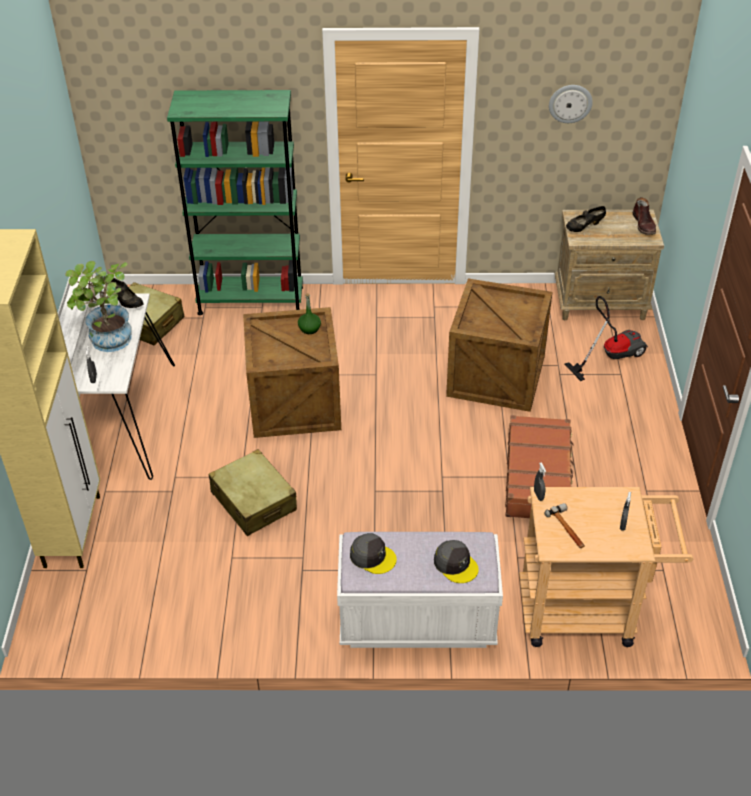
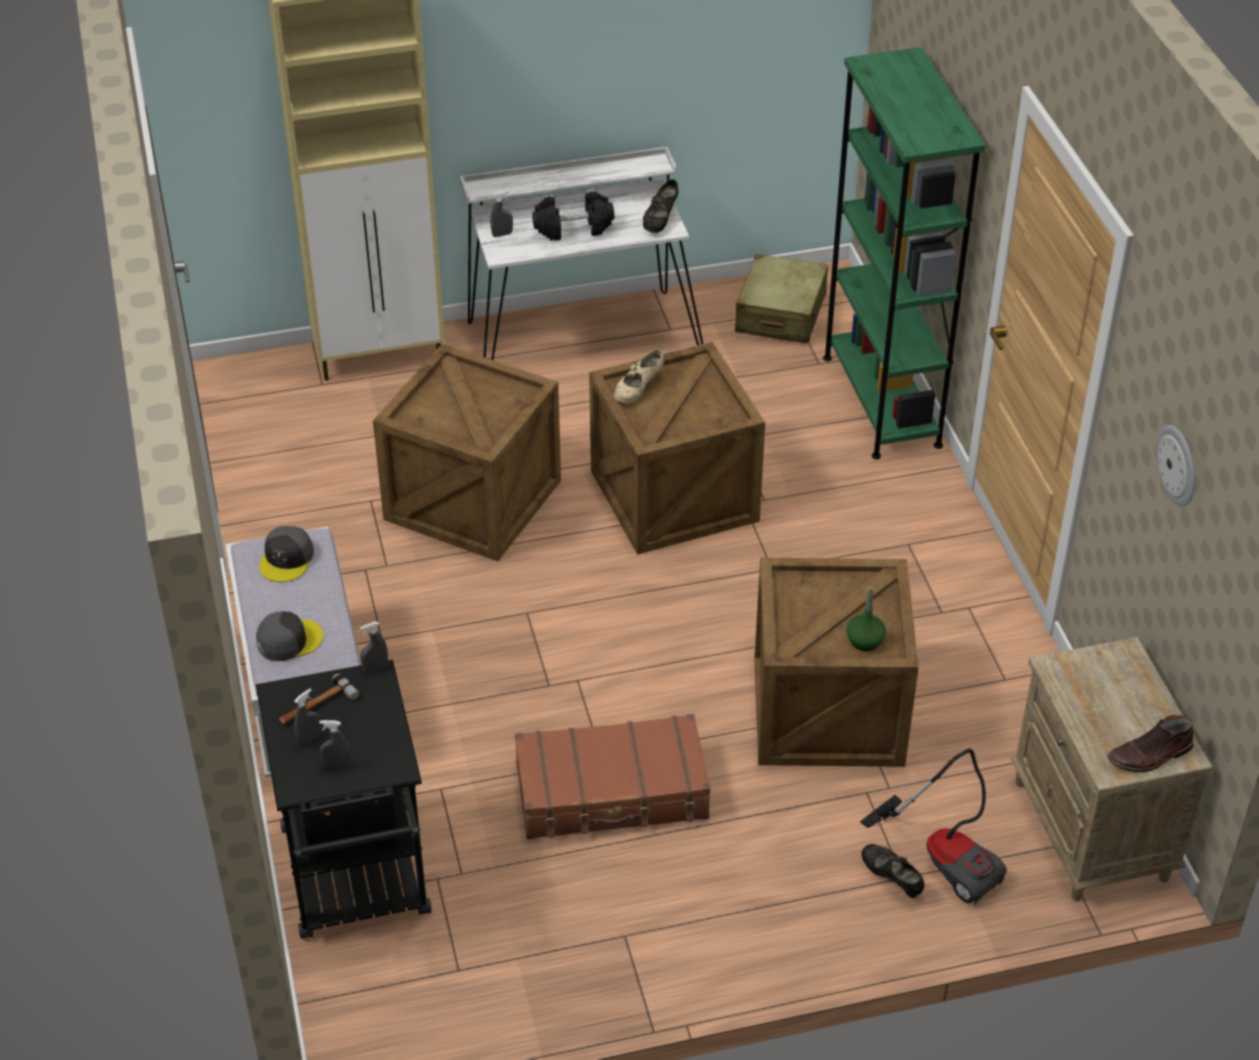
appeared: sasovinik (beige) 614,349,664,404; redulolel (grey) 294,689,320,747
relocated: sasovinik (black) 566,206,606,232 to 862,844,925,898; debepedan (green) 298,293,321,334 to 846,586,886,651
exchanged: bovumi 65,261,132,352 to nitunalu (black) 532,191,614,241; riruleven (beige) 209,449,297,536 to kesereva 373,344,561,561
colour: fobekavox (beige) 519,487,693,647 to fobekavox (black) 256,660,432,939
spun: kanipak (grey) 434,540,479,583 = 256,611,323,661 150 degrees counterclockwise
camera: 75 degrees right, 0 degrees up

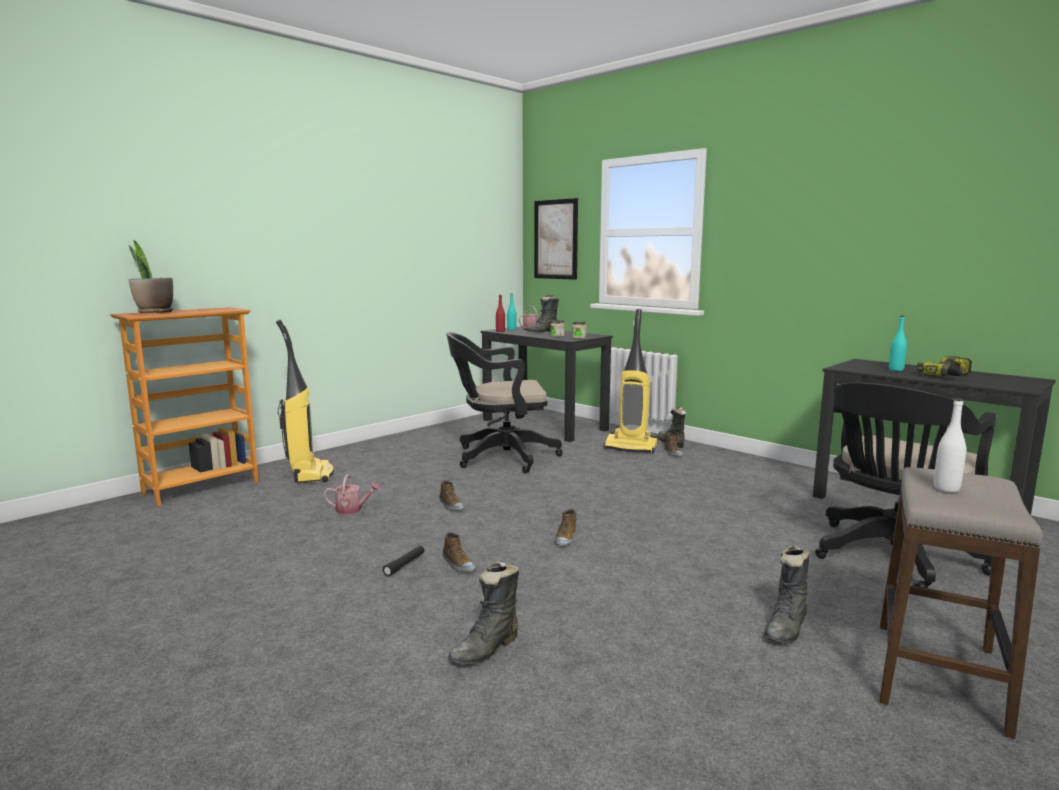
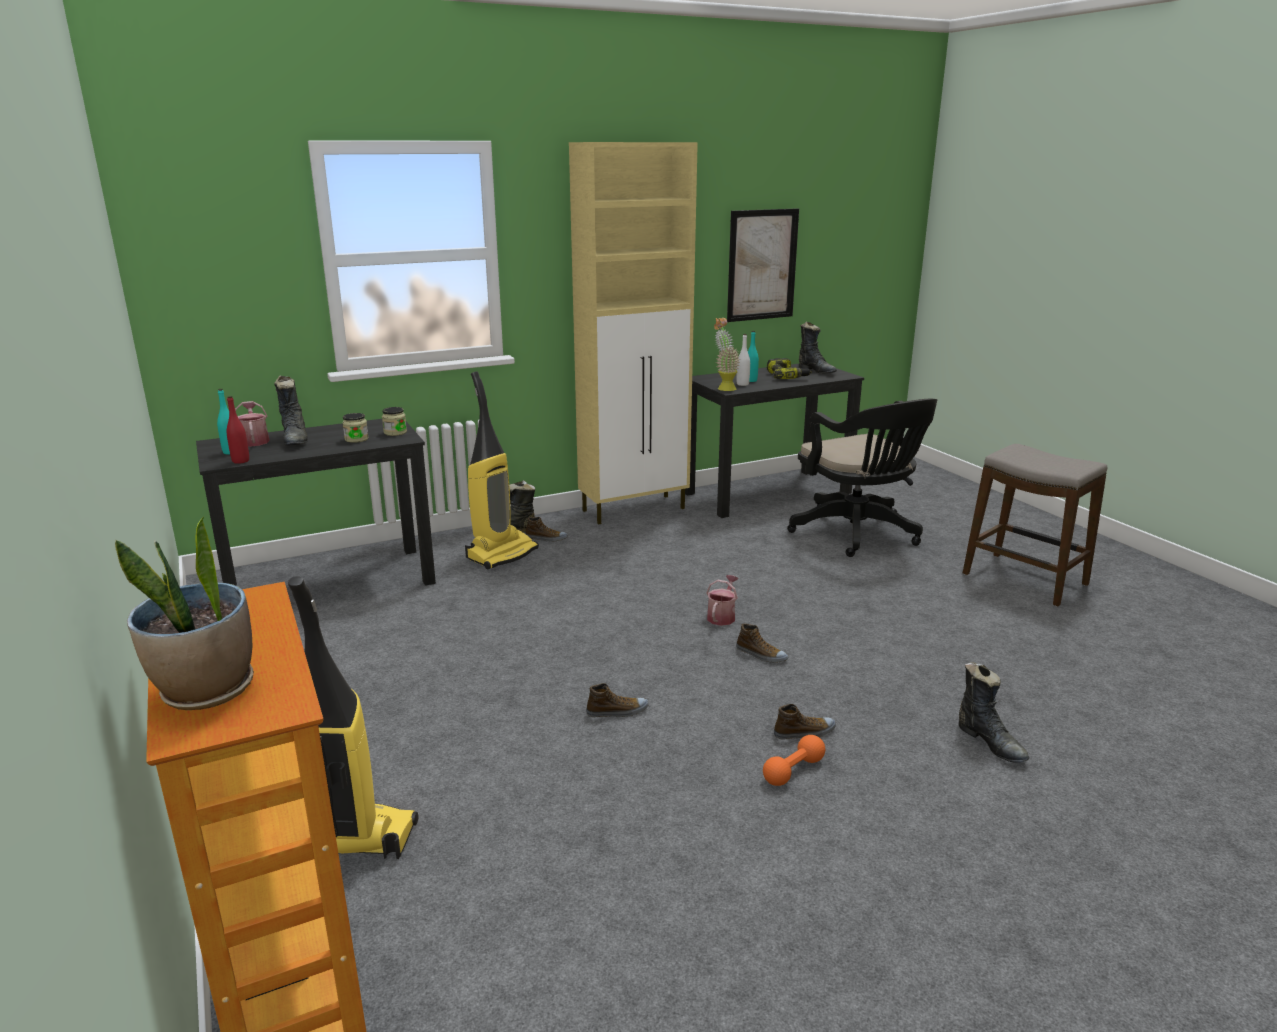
missing: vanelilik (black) 446,332,563,473
appeared: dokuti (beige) 569,142,698,525; bovumi 714,318,740,391
relocated: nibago 534,198,578,280 to 727,208,799,322; debepedan (white) 934,398,966,492 to 736,334,750,386; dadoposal 324,474,381,515 to 706,575,738,626; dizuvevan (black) 764,545,810,643 to 799,322,837,373
exchanged: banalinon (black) 383,546,424,576 to nitunalu (orange) 763,735,825,786
camera: 70 degrees left, 10 degrees up

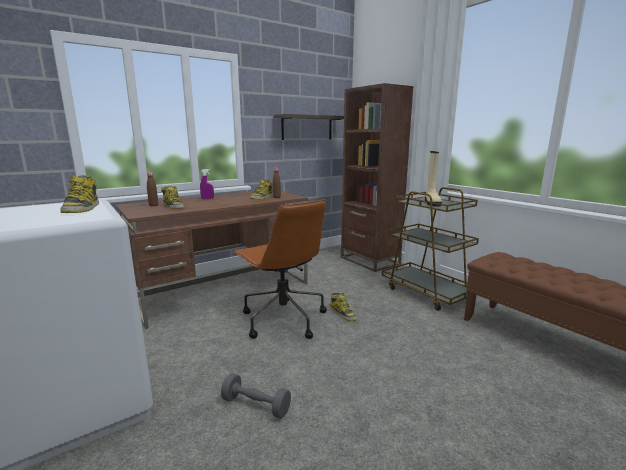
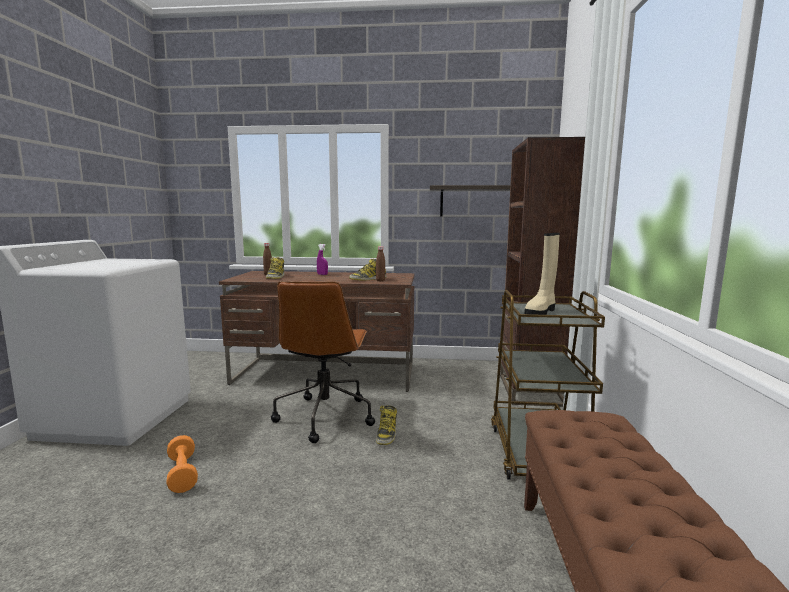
missing: dizuvevan 60,175,99,213
colour: nitunalu (grey) 221,373,291,419 to nitunalu (orange) 167,435,198,493
camera: 40 degrees right, 5 degrees down

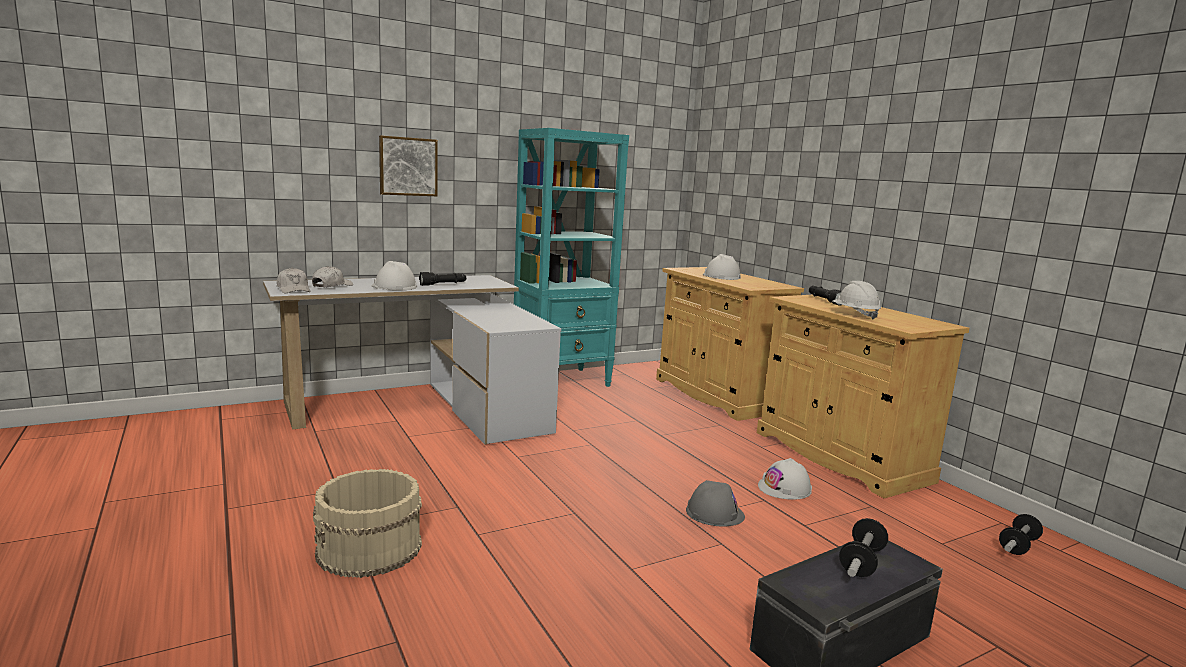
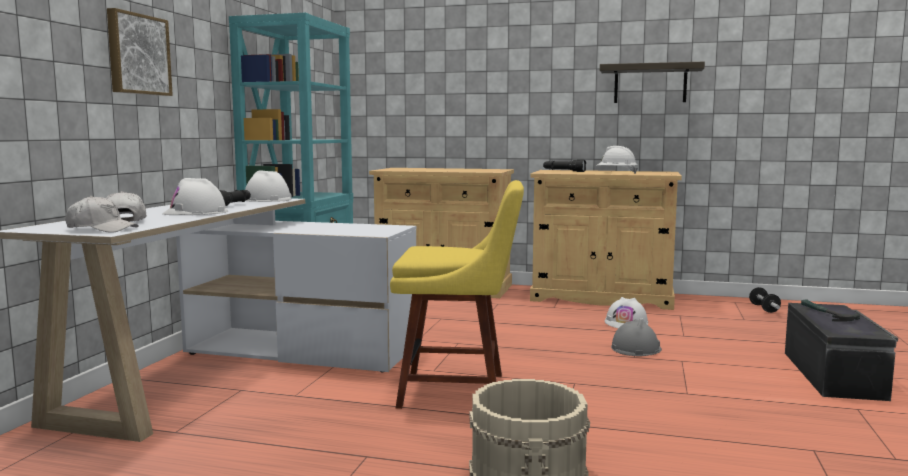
appeared: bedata 600,62,705,103; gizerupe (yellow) 390,180,524,409
relocated: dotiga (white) 703,254,741,280 to 245,170,292,202
exchanged: nitunalu 839,518,888,577 to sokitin 801,299,860,322
camera: 45 degrees left, 5 degrees down

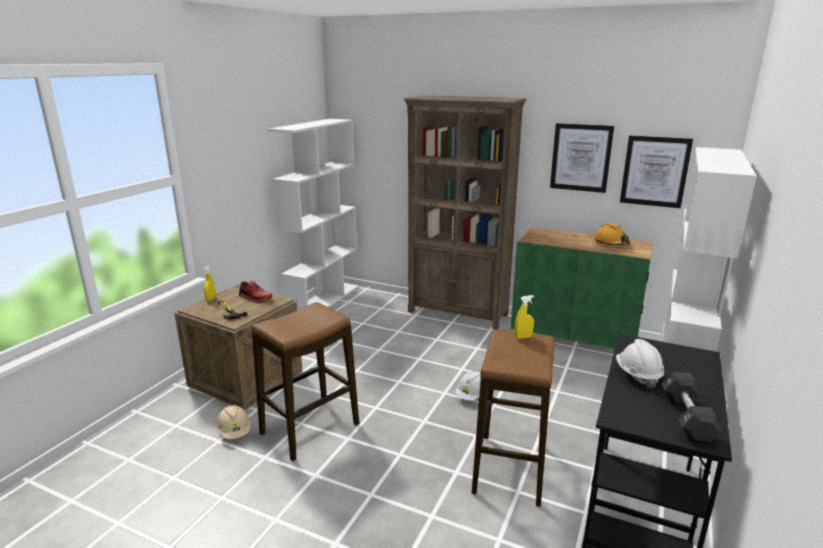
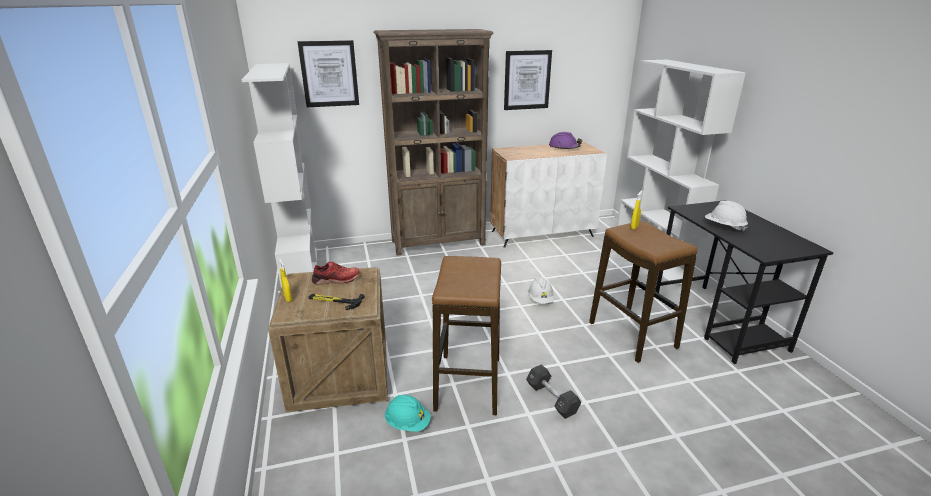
relocated: nibago 620,135,693,208 to 298,40,359,107; nitunalu (black) 661,372,723,443 to 526,364,581,419
colour: dotiga (orange) 594,223,630,245 to dotiga (purple) 549,132,582,150; dokuti (green) 511,228,653,349 to dokuti (white) 490,142,607,248; dotiga (beige) 217,405,250,439 to dotiga (turquoise) 385,395,431,432
camera: 40 degrees left, 5 degrees up

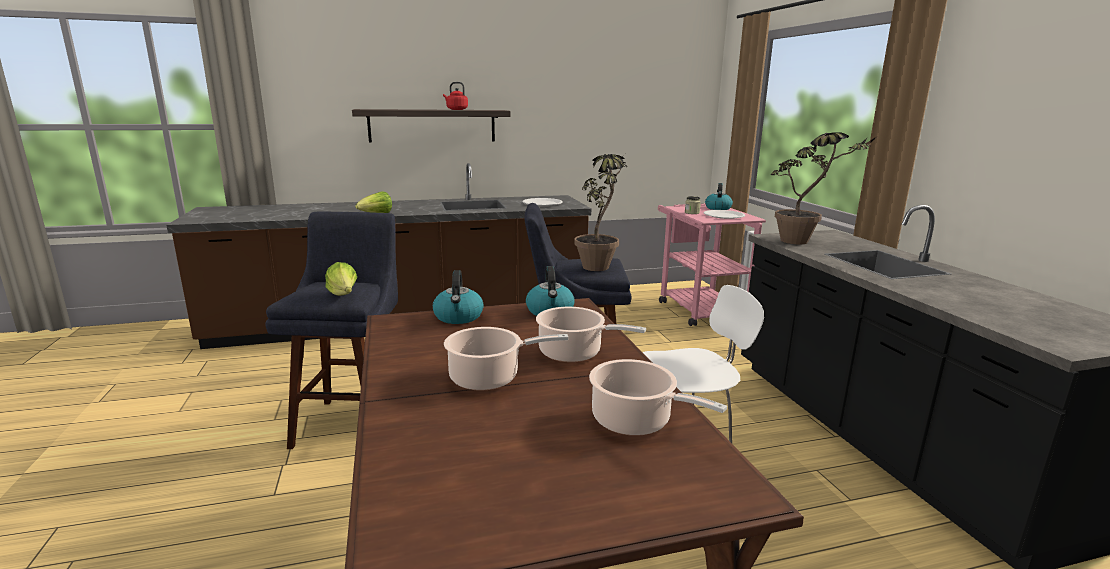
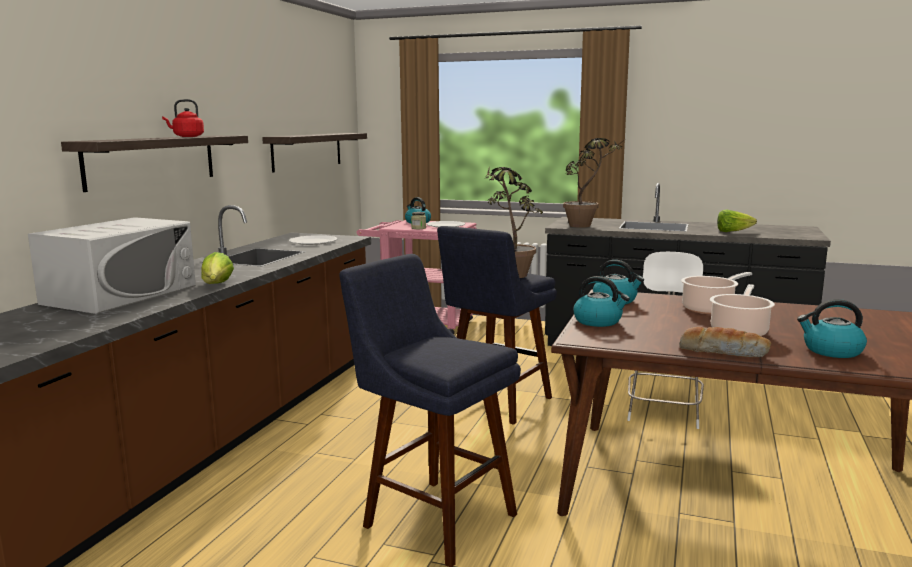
missing: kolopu 589,359,727,436
appeared: bedata 262,133,367,172; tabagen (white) 28,217,196,314; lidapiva 797,299,867,358; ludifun 679,327,771,357
relocated: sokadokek 325,262,357,296 to 717,209,757,232
camera: 55 degrees left, 5 degrees down

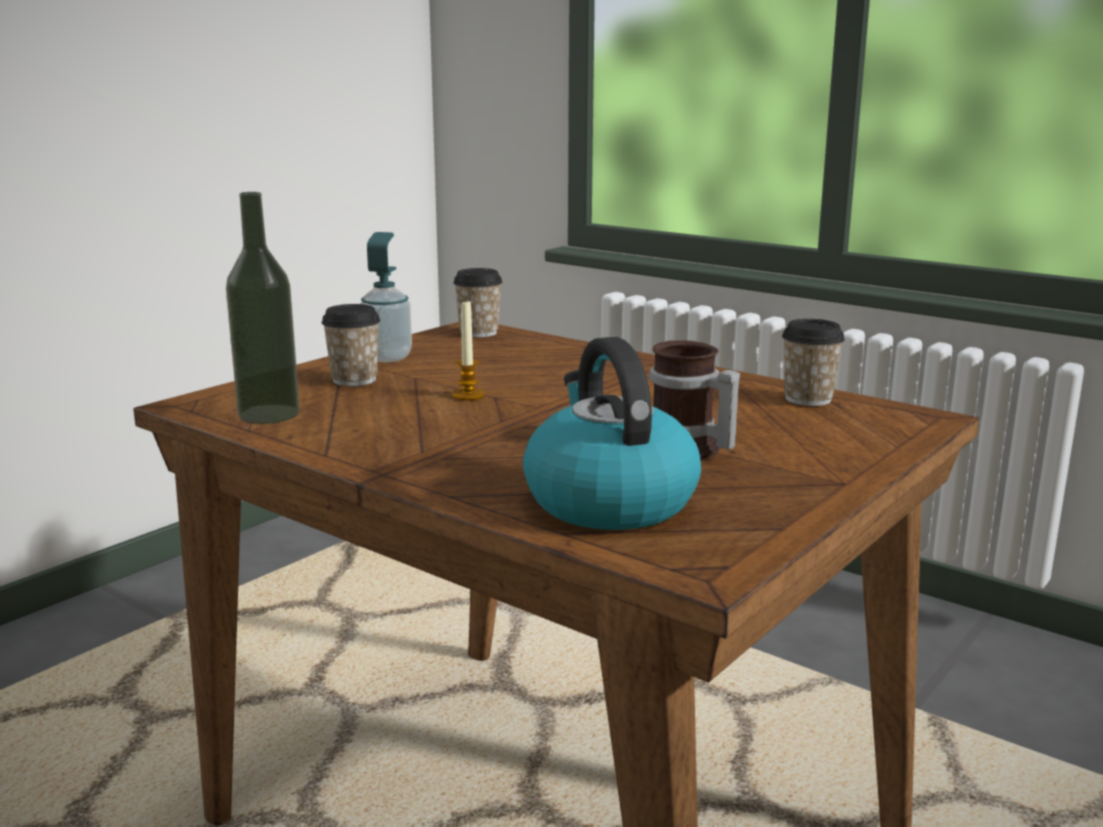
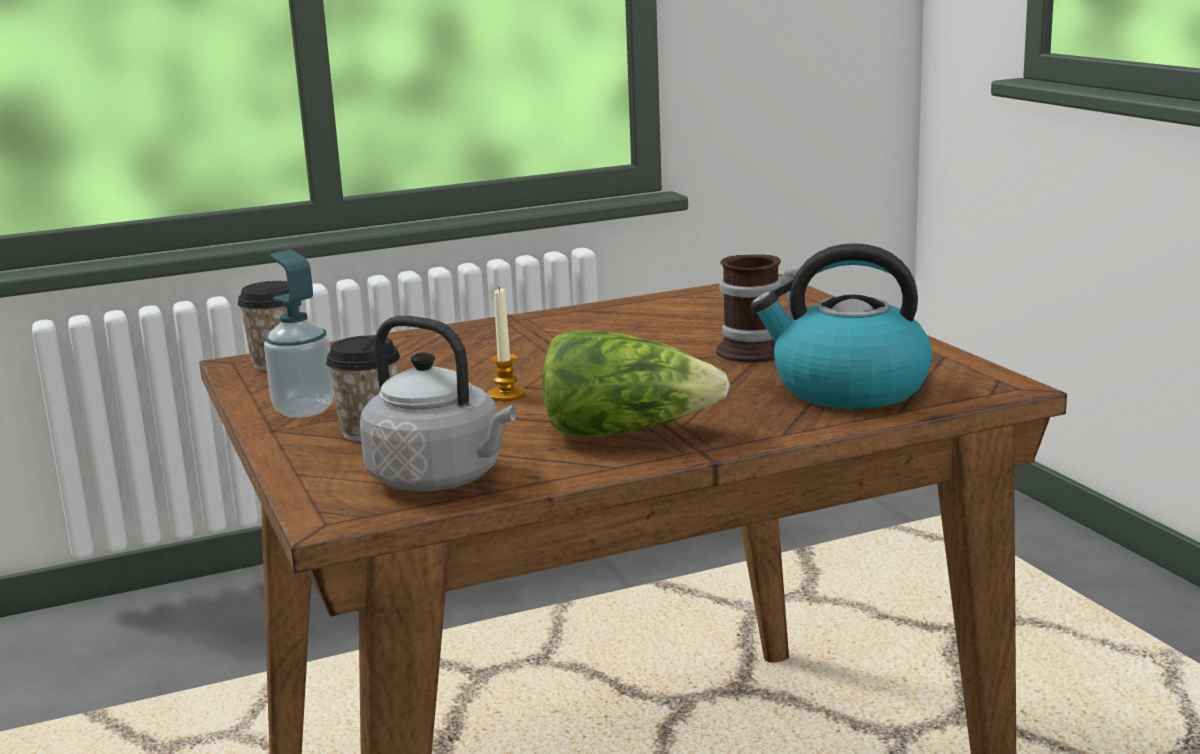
missing: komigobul 782,319,845,406
appeared: sokadokek 543,330,730,438
exchanged: debepedan 226,192,300,424 to lidapiva (grey) 360,316,517,491
camera: 60 degrees left, 0 degrees up

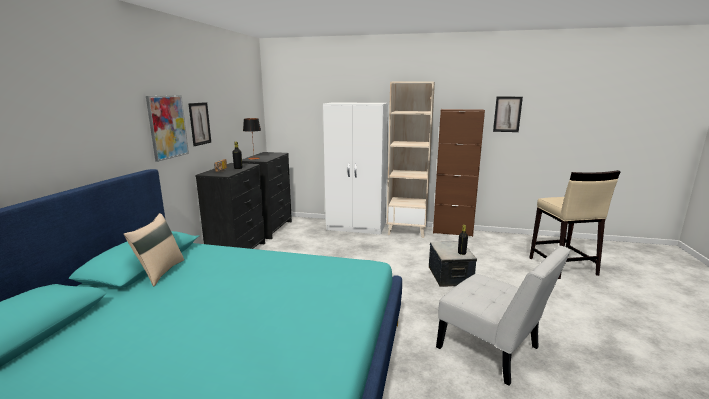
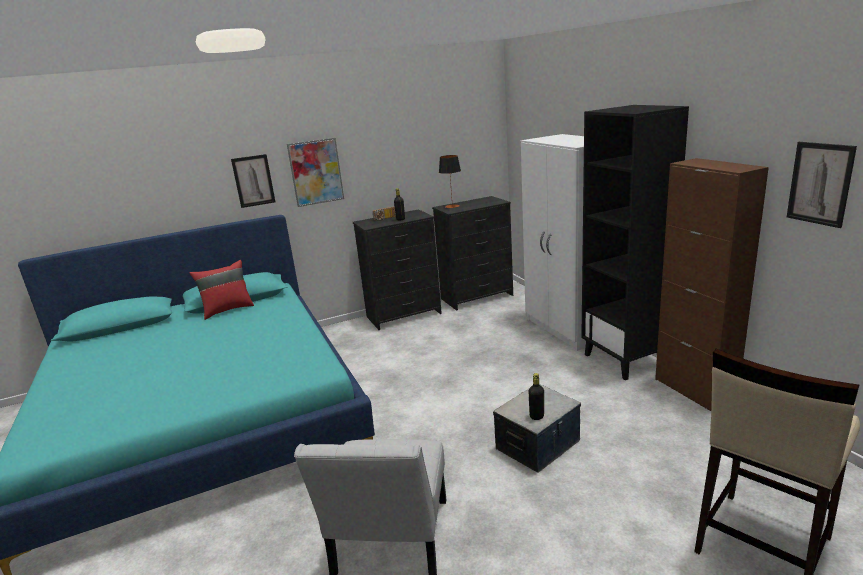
relocated: nibago 188,102,211,146 to 231,154,275,208
colour: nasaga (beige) 387,81,435,238 to nasaga (black) 581,105,689,380; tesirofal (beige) 124,213,184,286 to tesirofal (red) 189,260,254,320
camera: 55 degrees right, 5 degrees up

